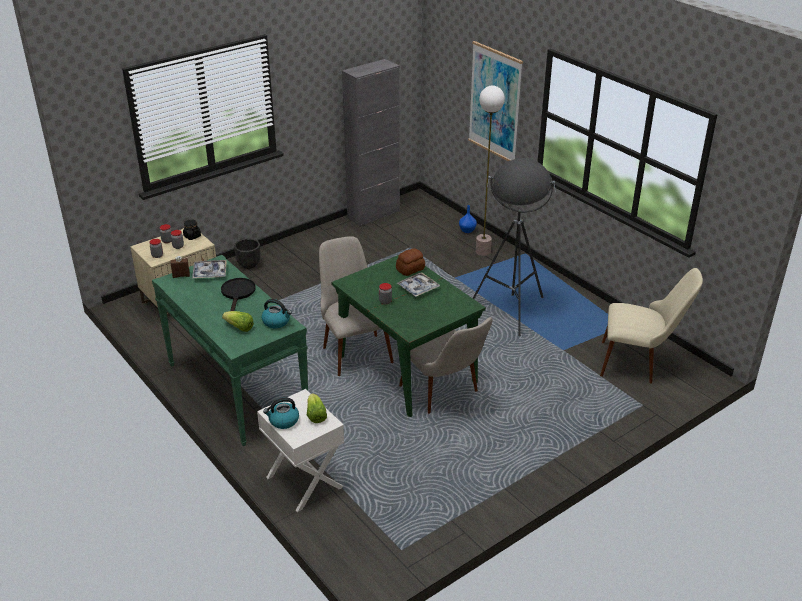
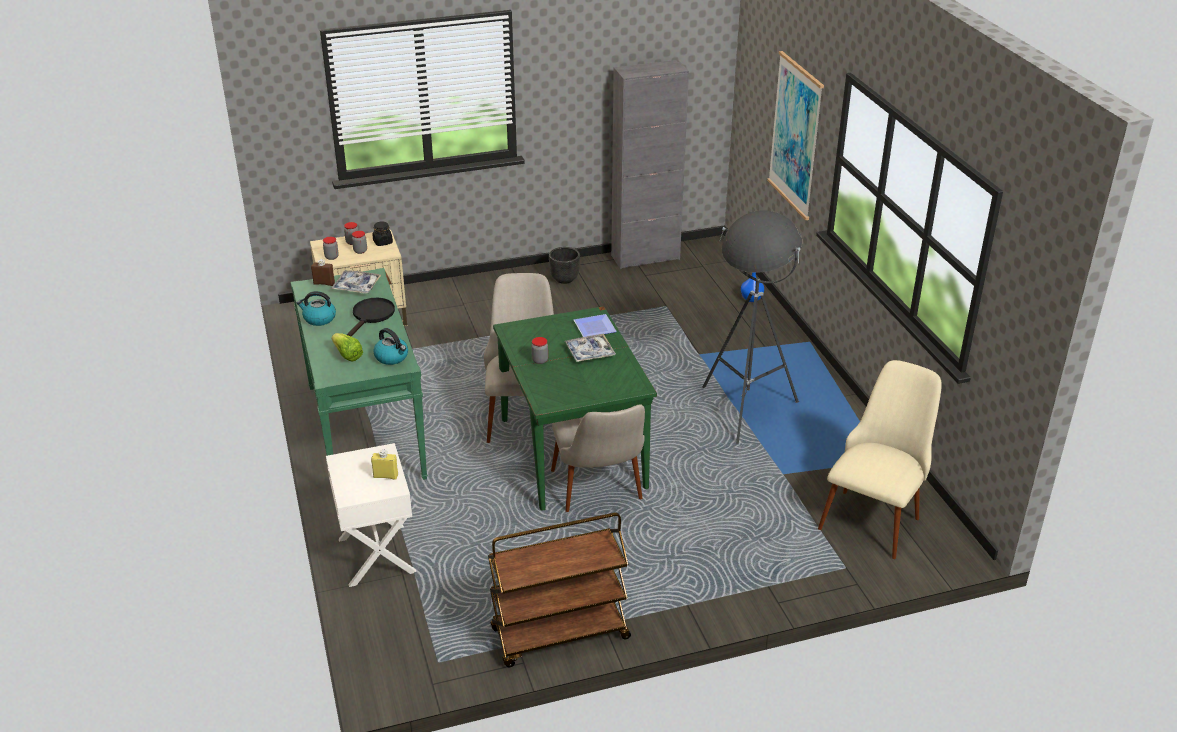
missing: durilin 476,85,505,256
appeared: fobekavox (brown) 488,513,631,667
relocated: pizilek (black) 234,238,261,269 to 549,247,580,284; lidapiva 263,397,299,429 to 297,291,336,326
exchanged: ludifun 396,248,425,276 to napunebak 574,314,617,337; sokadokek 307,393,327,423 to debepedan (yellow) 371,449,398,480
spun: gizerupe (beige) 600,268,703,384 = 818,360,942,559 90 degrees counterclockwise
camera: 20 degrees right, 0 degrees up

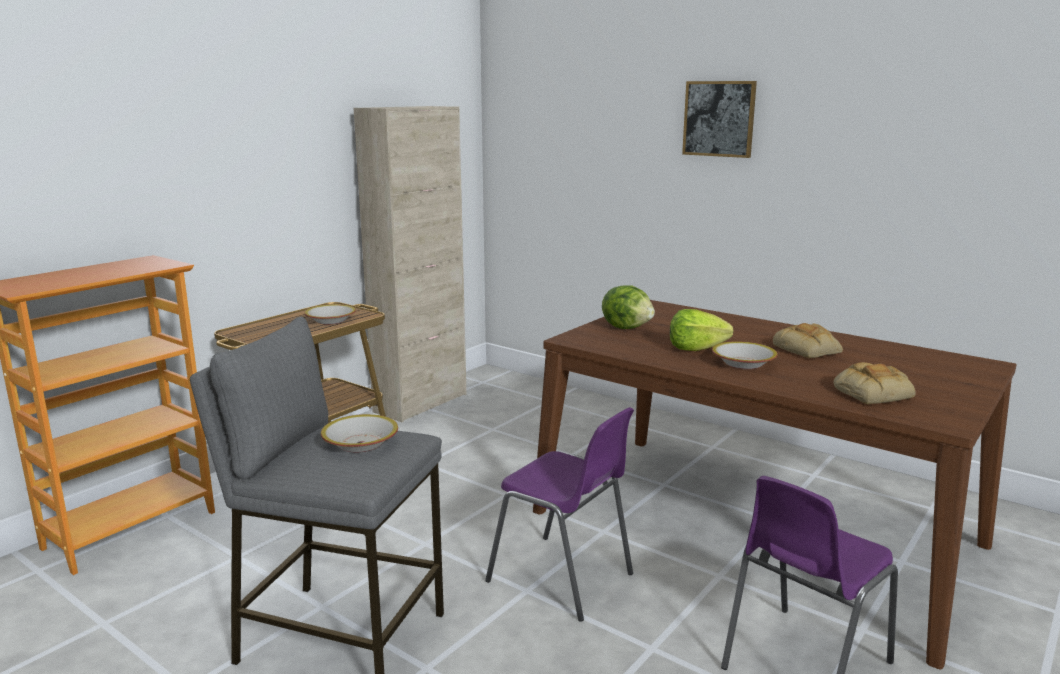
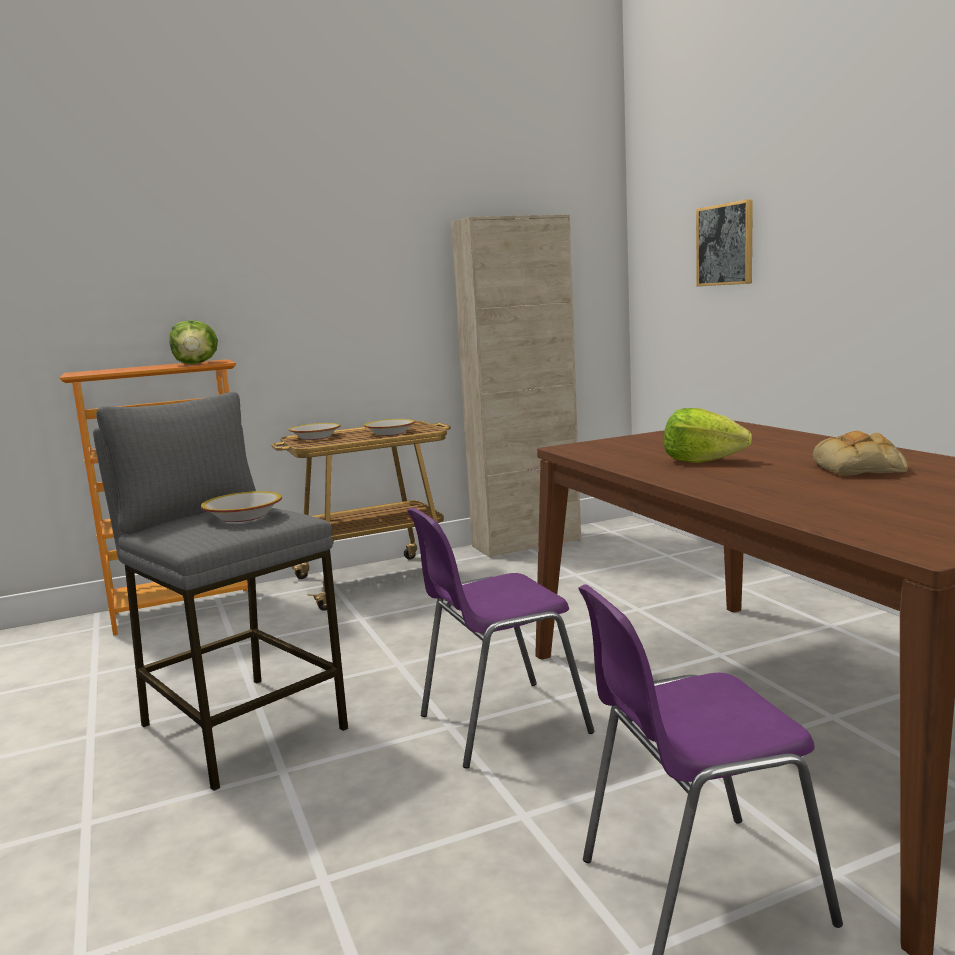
missing: ludifun 833,362,915,404
relocated: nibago 682,81,757,158 to 696,199,753,286; sokadokek 602,285,655,329 to 169,320,218,364; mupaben 712,341,777,369 to 289,423,340,440
spun: gizerupe (purple) 485,407,634,622 = 407,507,594,769 90 degrees clockwise
camera: 30 degrees right, 5 degrees down

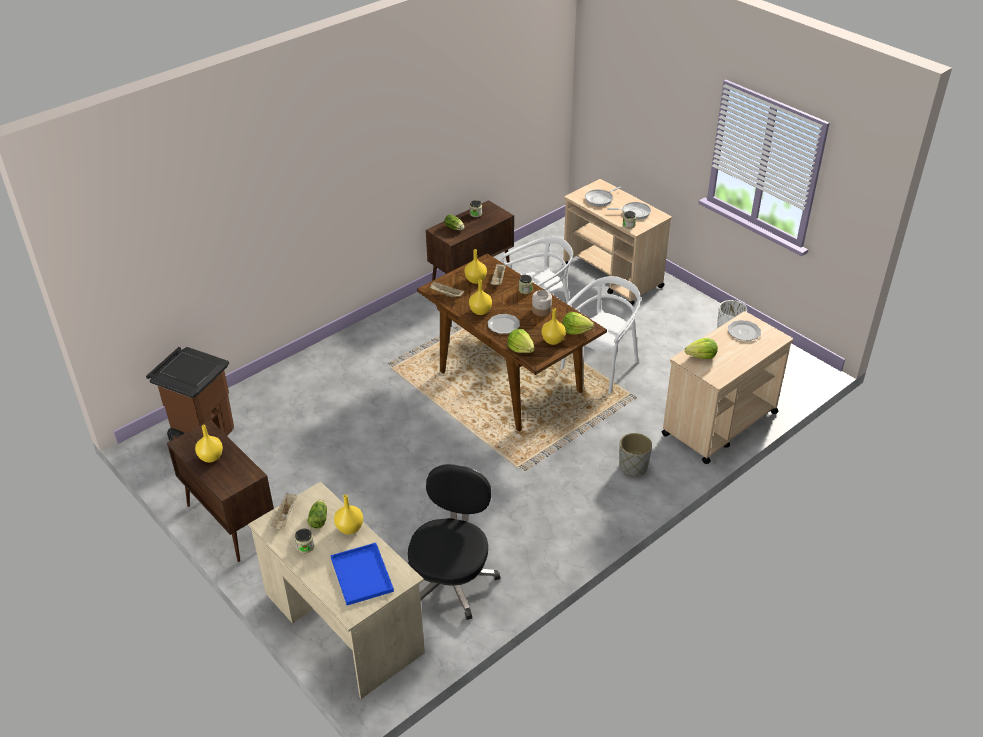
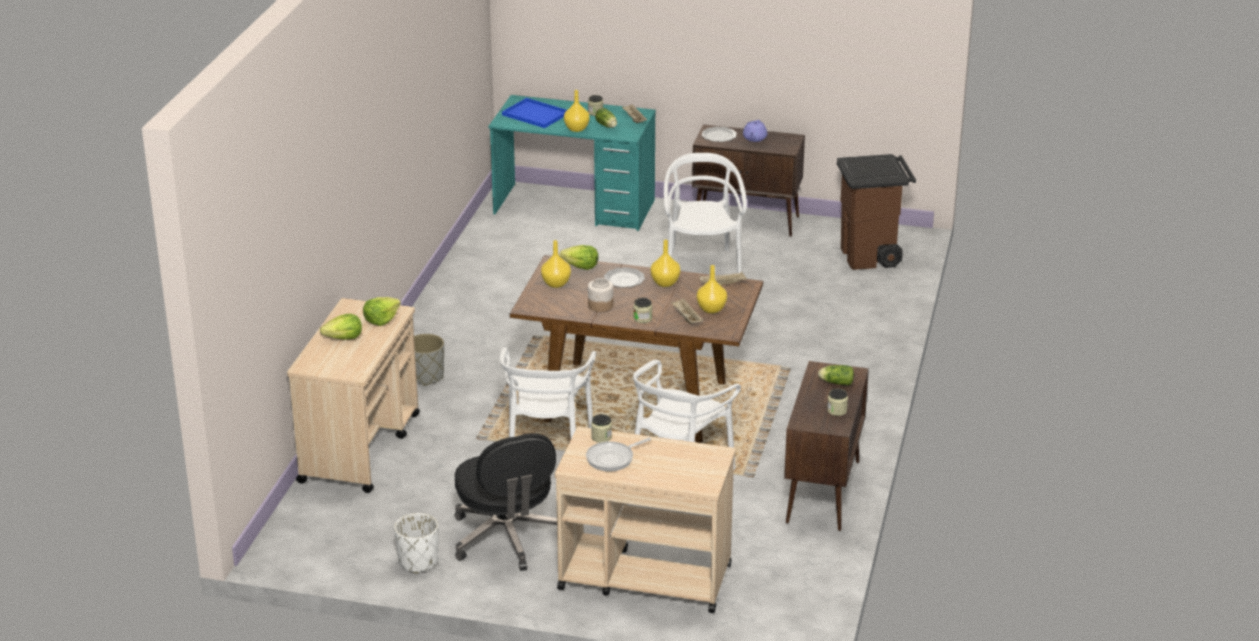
missing: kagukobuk 585,187,621,206
appeared: gizerupe (white) 664,153,747,273
relocated: sokadokek 563,312,594,335 to 320,314,362,340; napunebak 728,320,761,341 to 701,127,737,142; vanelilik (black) 408,464,500,620 to 454,433,557,571
exchanged: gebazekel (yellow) 195,425,223,462 to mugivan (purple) 743,120,767,142
colour: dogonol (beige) 248,481,425,699 to dogonol (turquoise) 488,95,656,231
camera: 145 degrees right, 10 degrees down

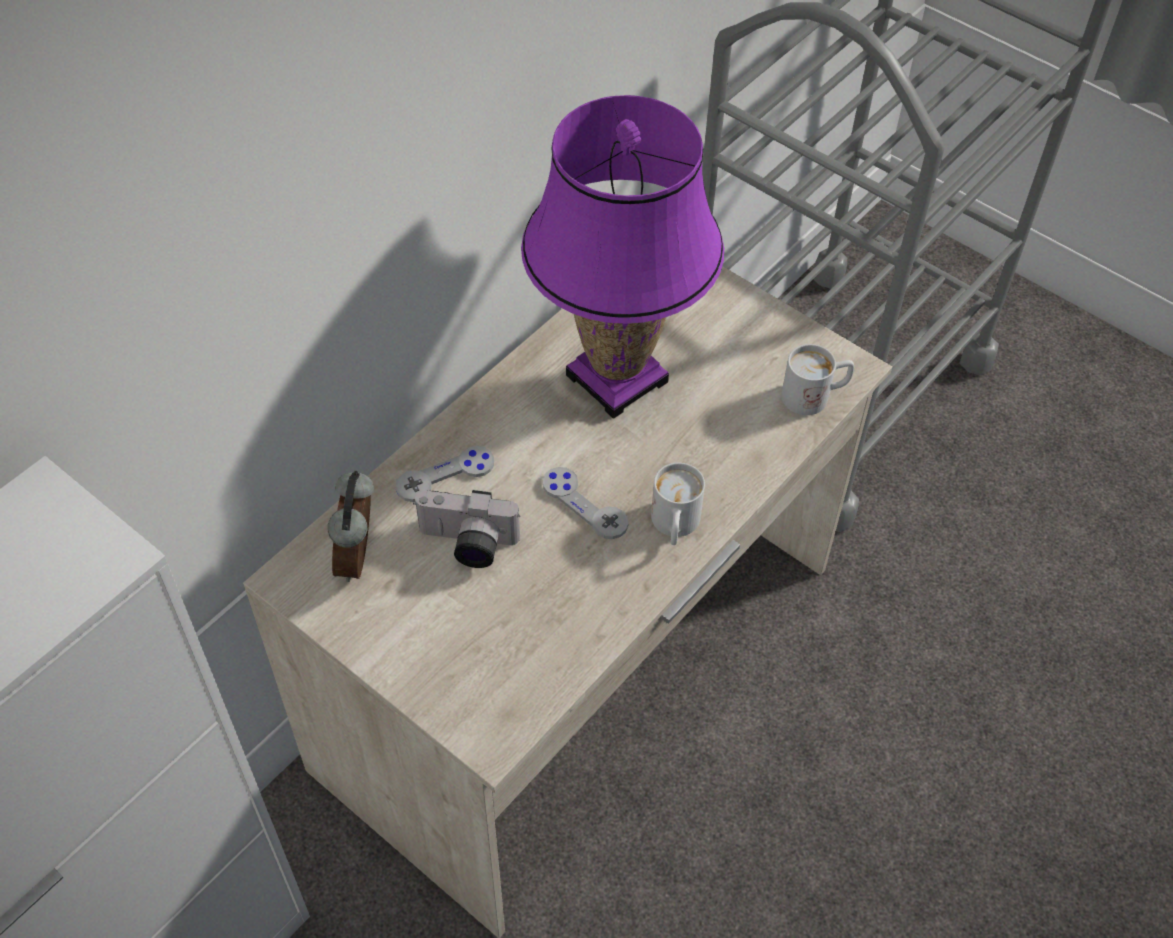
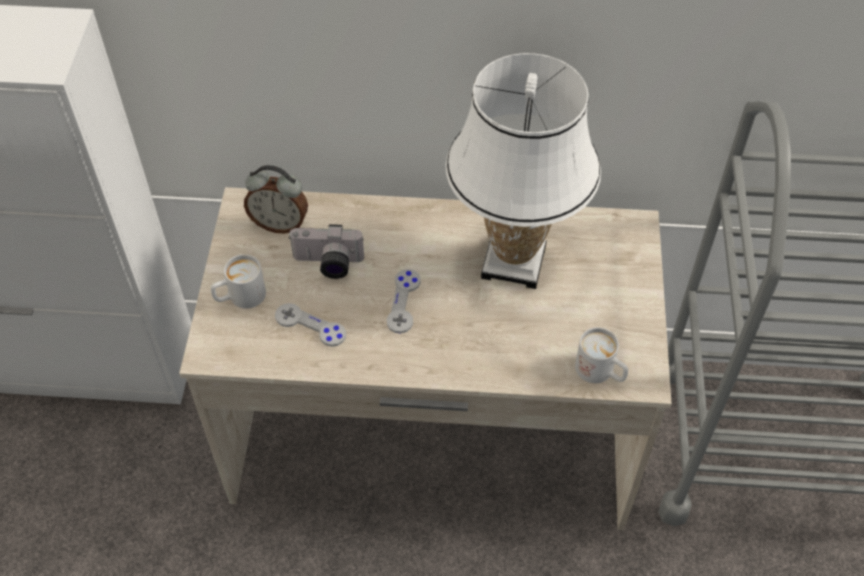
relocated: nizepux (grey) 396,446,494,502 to 275,303,346,347; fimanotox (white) 651,462,705,545 to 211,254,266,309
colour: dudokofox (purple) 521,95,724,419 to dudokofox (white) 446,53,601,289
spun: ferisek 327,471,374,582 = 244,165,308,233 135 degrees counterclockwise; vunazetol 413,490,520,568 = 288,224,364,279 60 degrees counterclockwise
camera: 55 degrees right, 0 degrees up

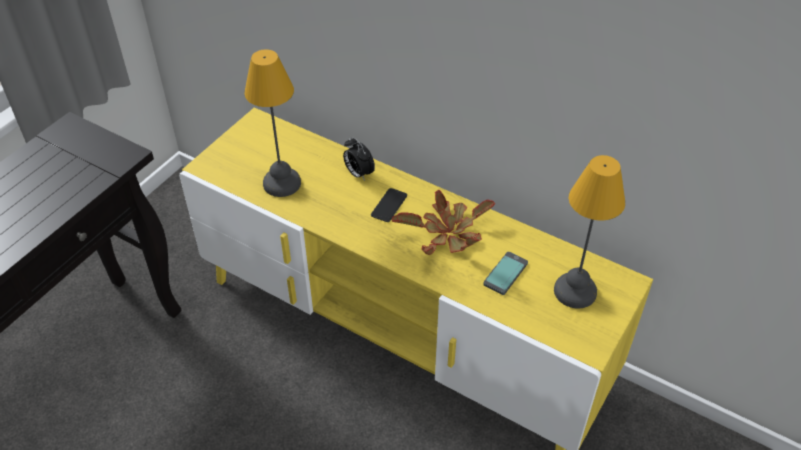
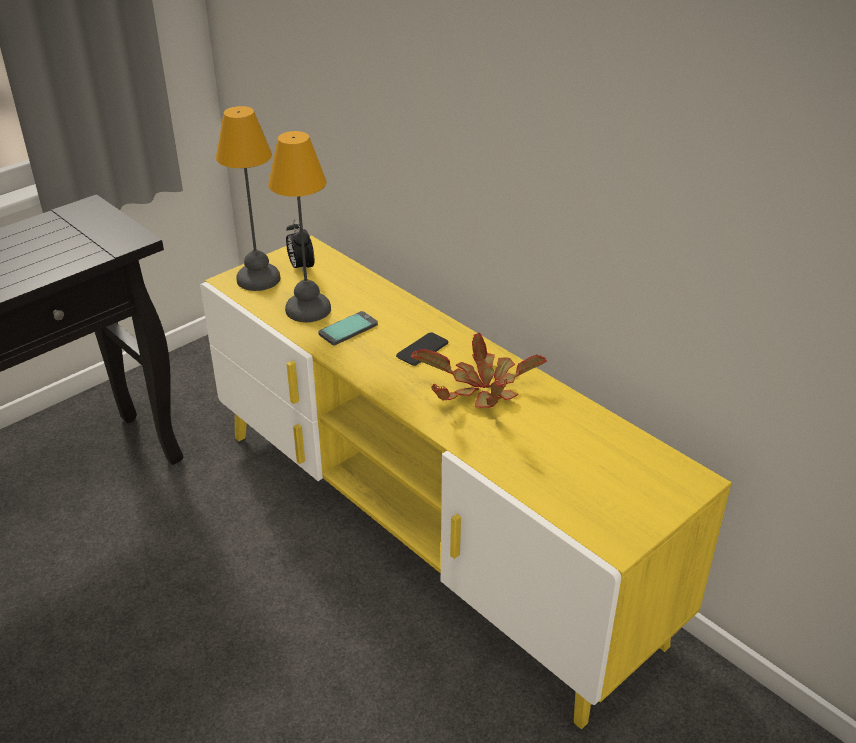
relocated: ferisek 343,137,375,181 to 286,219,314,274; dudokofox 554,155,625,309 to 216,106,280,291; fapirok 483,252,528,295 to 318,311,378,345
camera: 15 degrees right, 10 degrees down

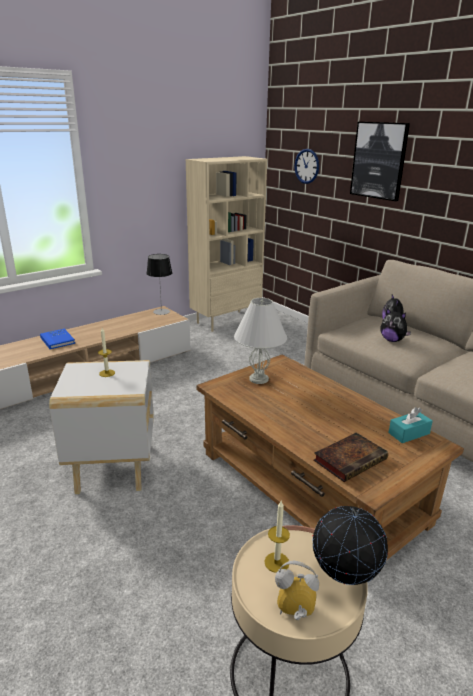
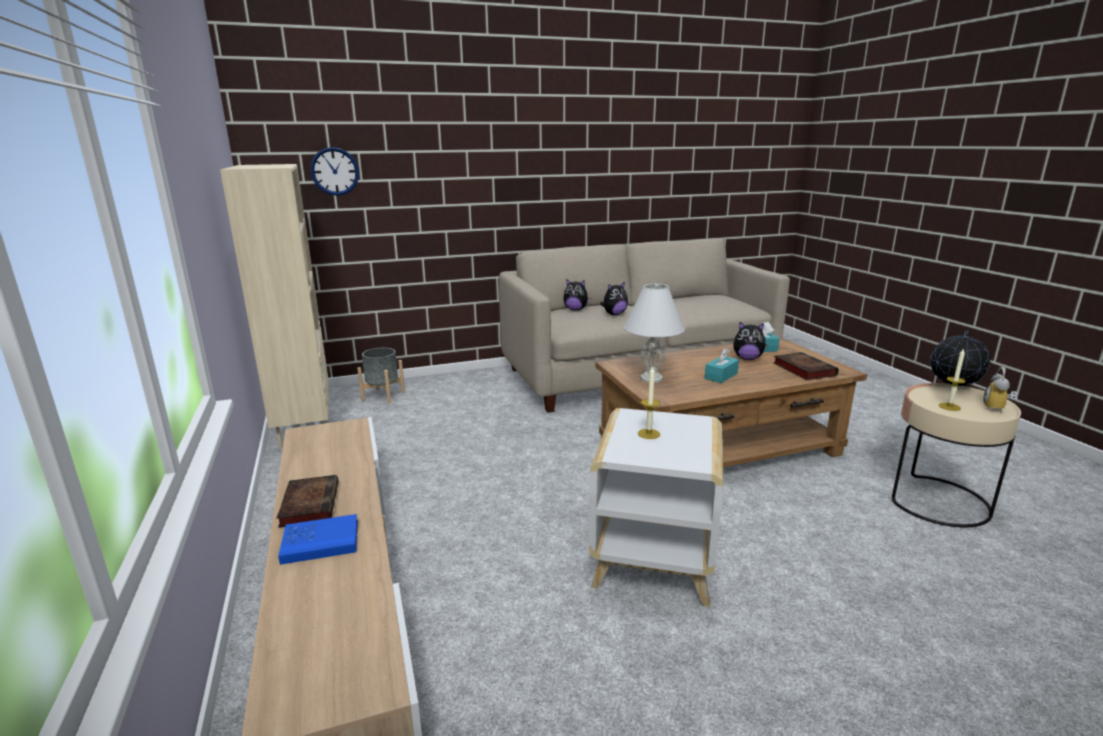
missing: nibago 350,122,410,201; dudokofox 146,254,172,315
appeared: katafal 733,322,768,360; pizilek (grey) 357,348,405,404; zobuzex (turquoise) 705,348,739,383; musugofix 277,475,339,528
camera: 70 degrees left, 5 degrees down

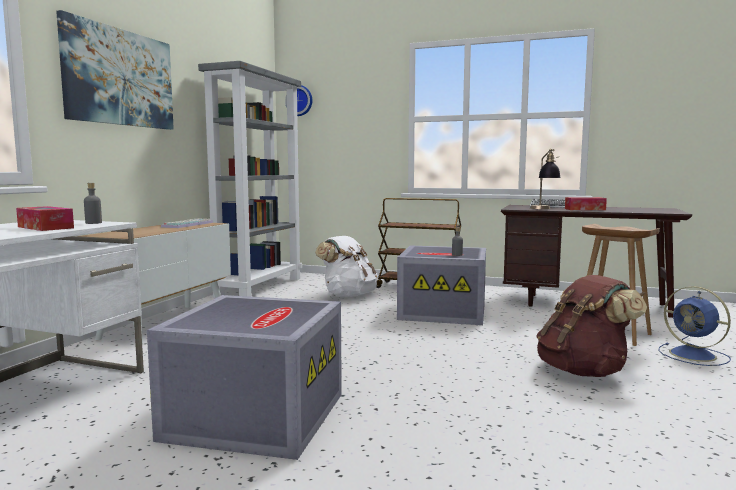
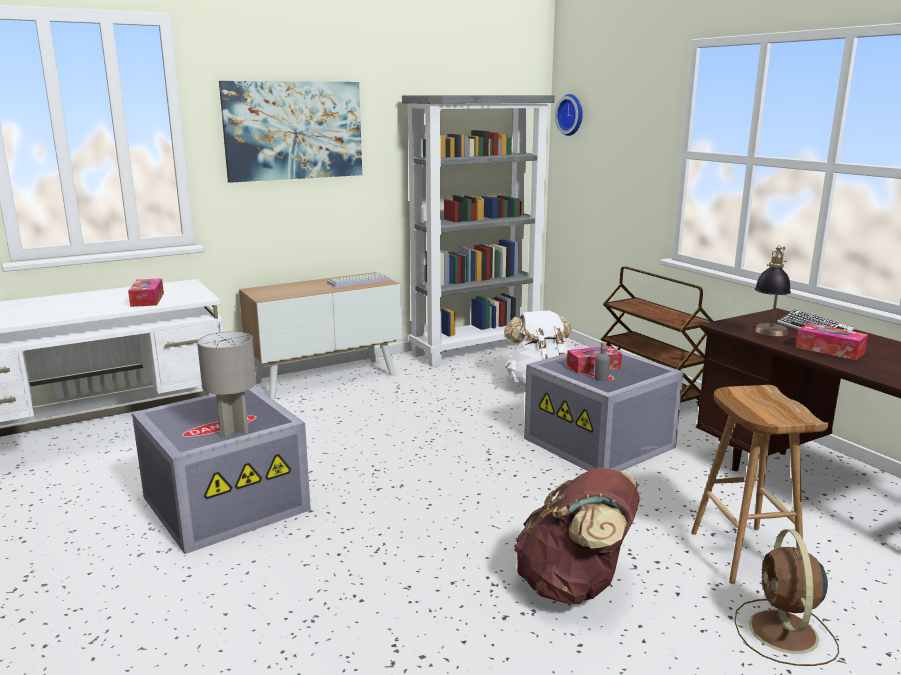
missing: debepedan (grey) 84,183,102,224
appeared: dudokofox (grey) 197,331,256,437; zobuzex 567,346,622,374
colour: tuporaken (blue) 658,286,731,366 to tuporaken (brown) 734,529,839,666
camera: 40 degrees right, 10 degrees up

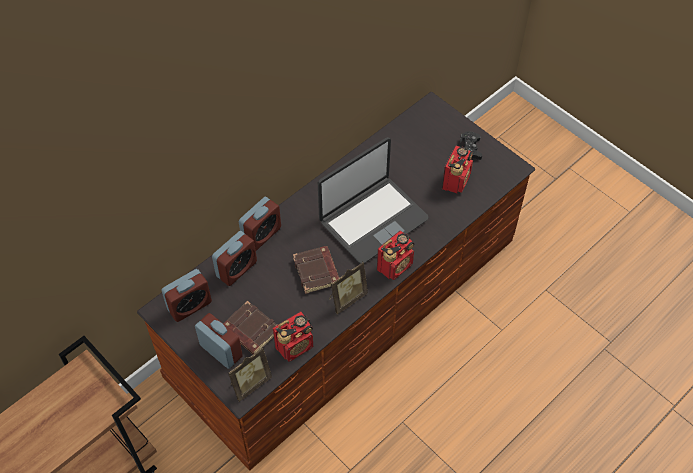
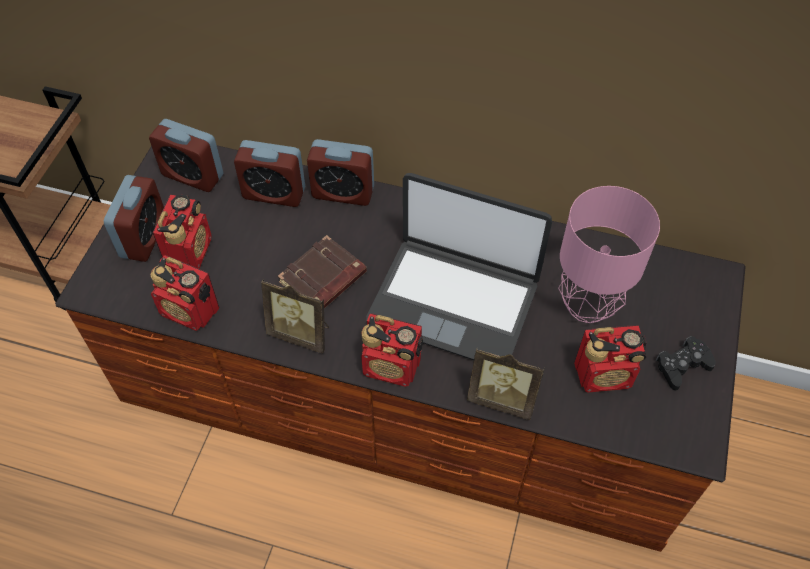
appeared: dudokofox (pink) 558,186,660,323
relocated: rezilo 228,347,272,402 to 467,347,545,420
exchanged: musugofix (brown) 223,301,277,354 to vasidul 153,195,212,269
camera: 60 degrees right, 0 degrees up

